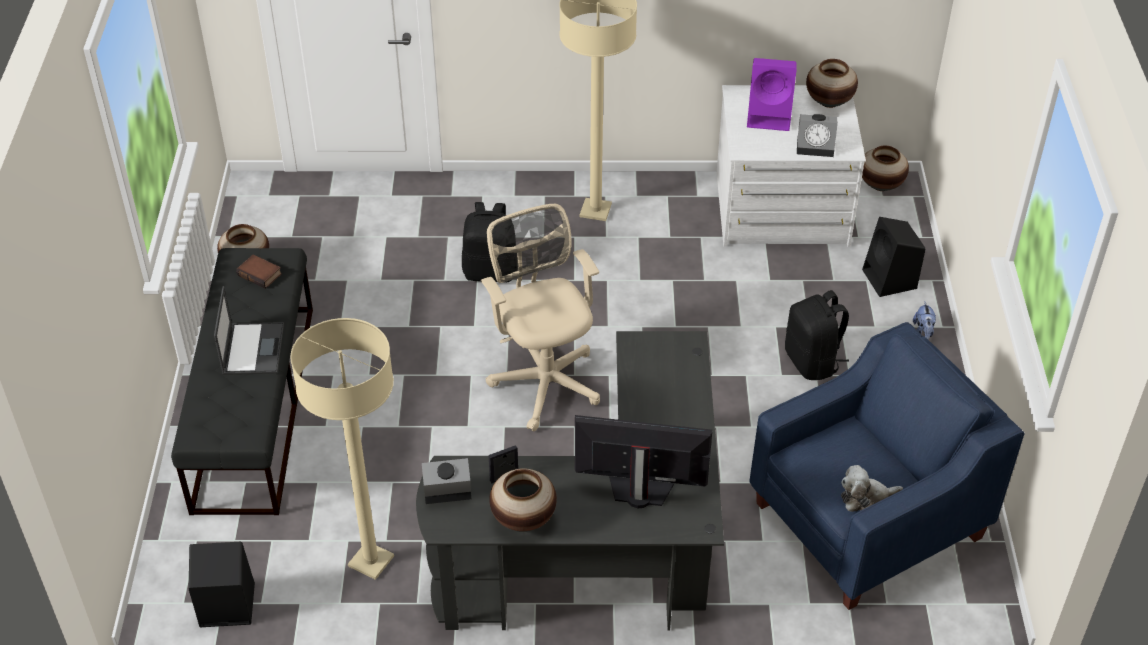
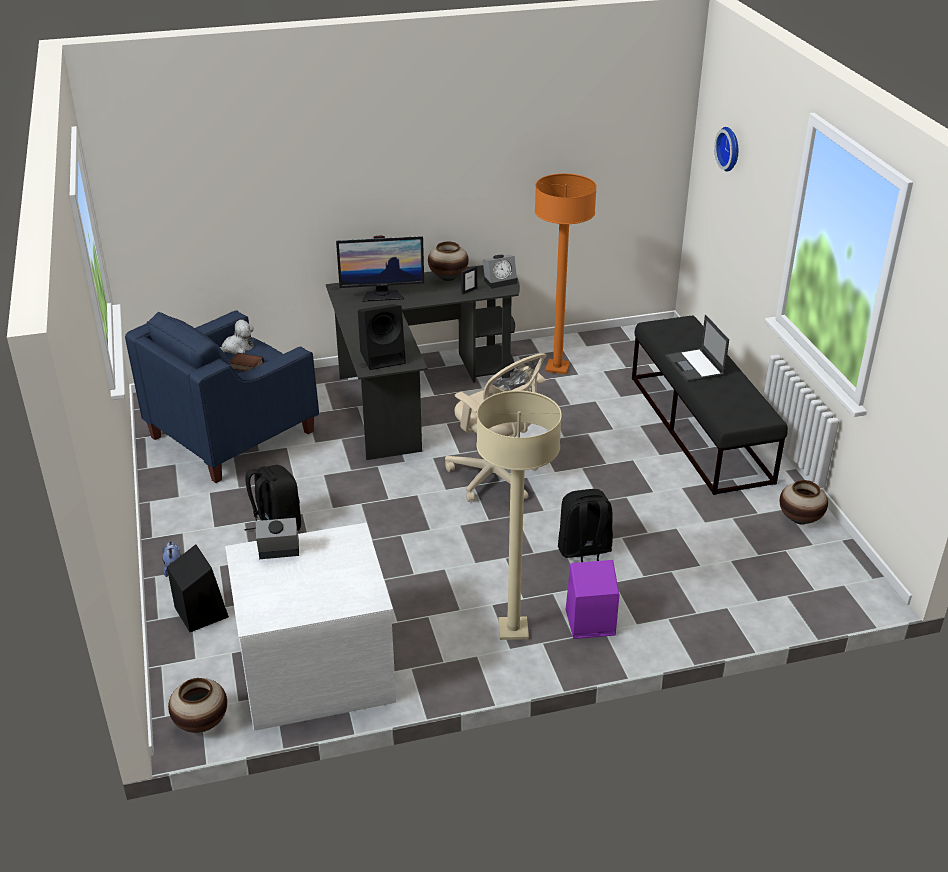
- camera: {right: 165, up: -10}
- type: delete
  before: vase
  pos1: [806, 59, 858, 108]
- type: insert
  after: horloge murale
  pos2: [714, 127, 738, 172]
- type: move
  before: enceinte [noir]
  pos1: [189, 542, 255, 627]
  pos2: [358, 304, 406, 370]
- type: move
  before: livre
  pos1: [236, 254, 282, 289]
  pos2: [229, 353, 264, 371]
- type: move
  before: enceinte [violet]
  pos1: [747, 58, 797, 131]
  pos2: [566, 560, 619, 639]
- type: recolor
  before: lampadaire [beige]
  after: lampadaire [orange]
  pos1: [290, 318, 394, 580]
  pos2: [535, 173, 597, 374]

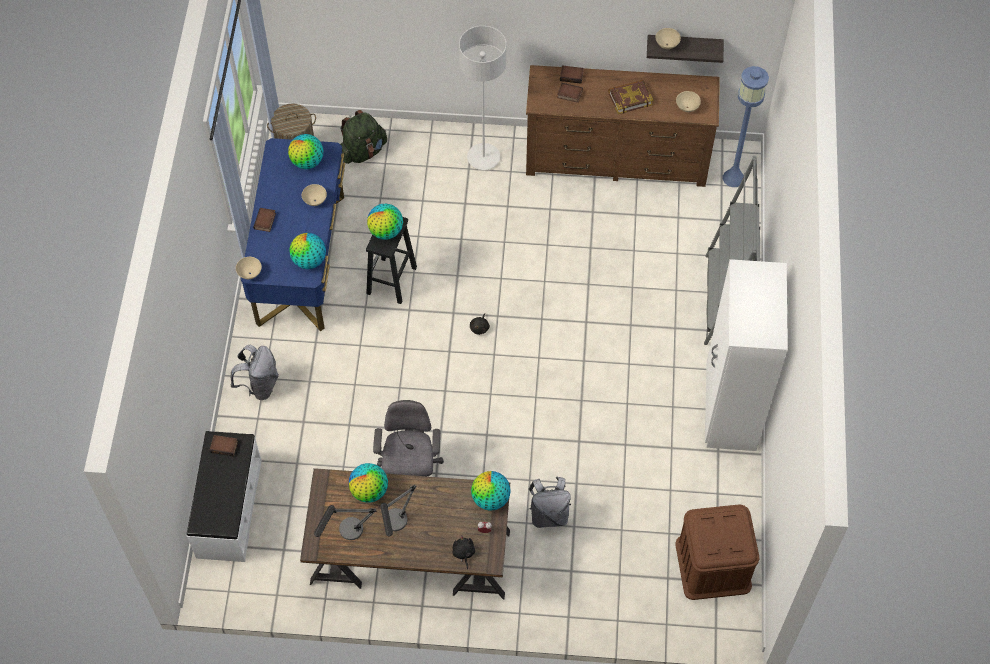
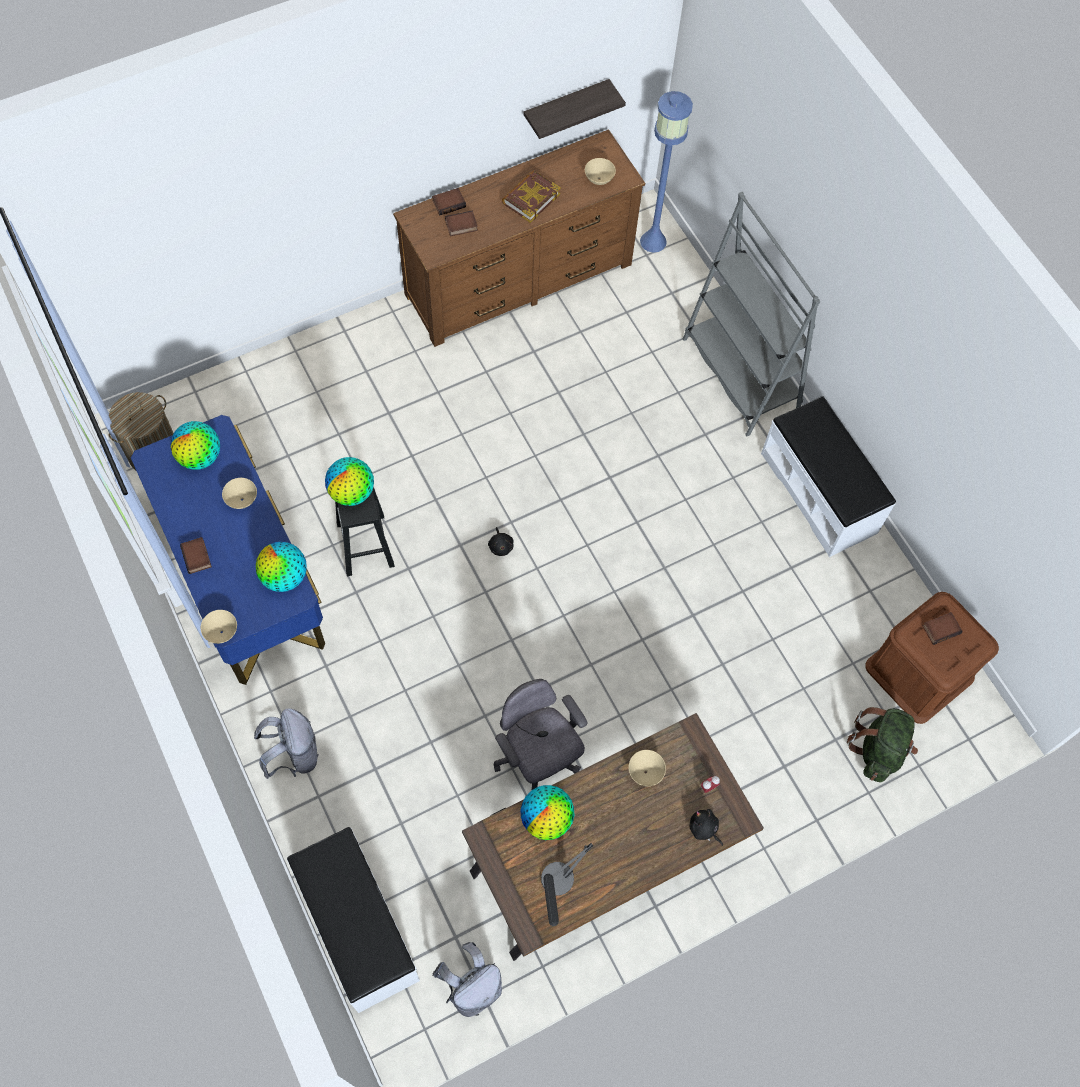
- camera: {right: -35, up: 5}
- type: delete
  before: lampe de table
  pos1: [380, 485, 417, 537]
- type: delete
  before: lampadaire [gris]
  pos1: [459, 26, 506, 170]
- type: delete
  before: globe
  pos1: [471, 471, 511, 511]
- type: move
  before: livre
  pos1: [210, 435, 238, 456]
  pos2: [922, 612, 962, 645]
- type: move
  before: sac à dos [vert]
  pos1: [340, 110, 387, 164]
  pos2: [847, 707, 918, 782]
- type: move
  before: sac à dos [gris]
  pos1: [528, 477, 571, 528]
  pos2: [433, 942, 502, 1017]
- type: move
  before: bol [beige]
  pos1: [656, 28, 681, 49]
  pos2: [628, 750, 666, 786]
- type: replace
  before: armoire [blanc]
  after: banc [blanc]
  pos1: [705, 259, 788, 451]
  pos2: [761, 396, 896, 557]

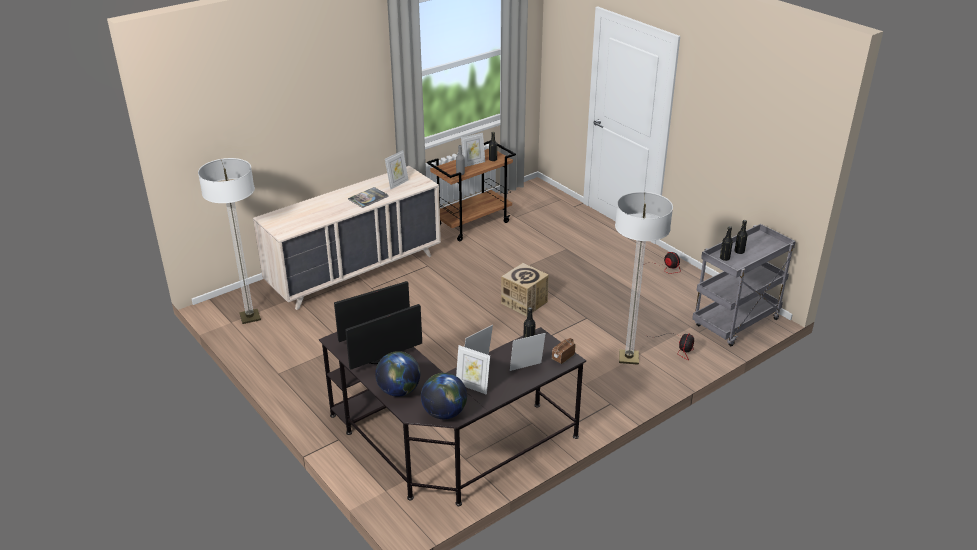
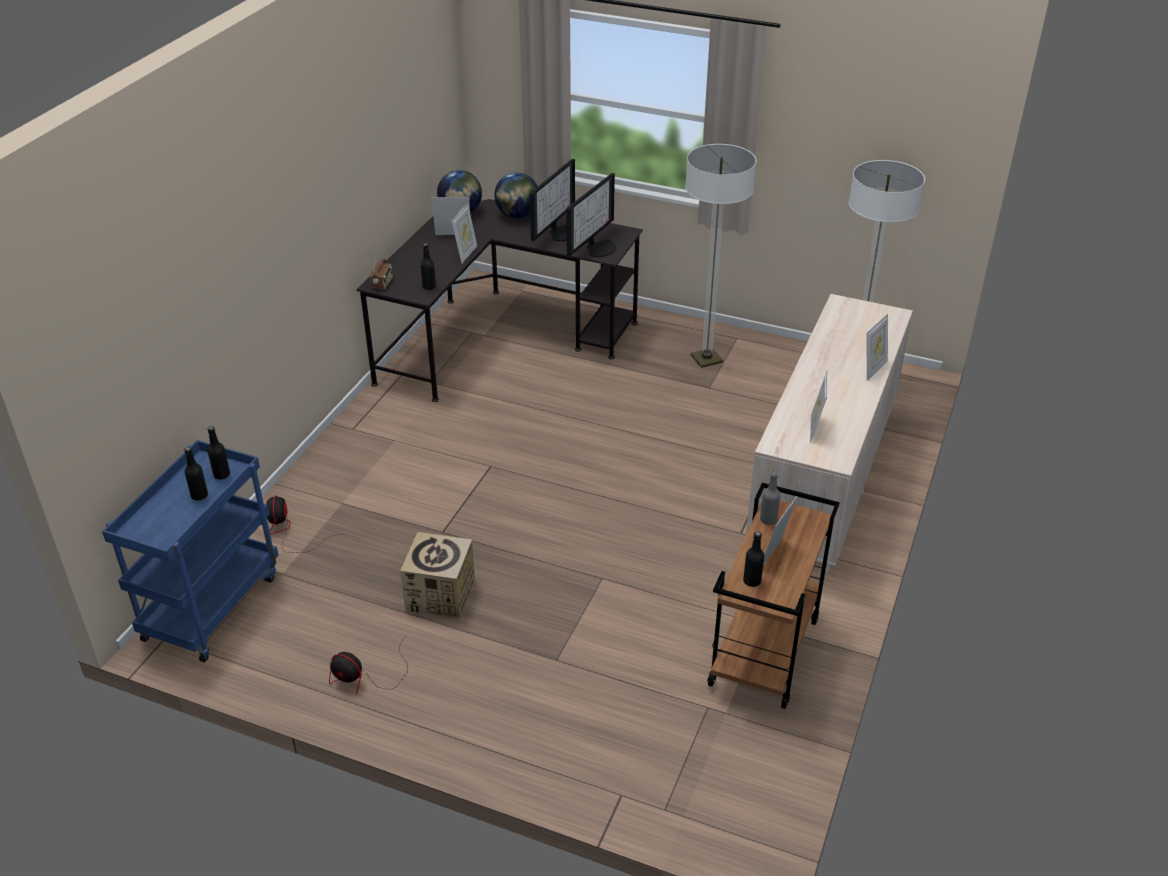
- camera: {right: 150, up: 5}
- type: delete
  before: livre
  pos1: [348, 187, 389, 208]
- type: move
  before: carton
  pos1: [501, 263, 549, 317]
  pos2: [400, 532, 475, 619]
- type: move
  before: cadre photo
  pos1: [510, 333, 546, 371]
  pos2: [866, 313, 888, 381]
- type: move
  before: lampadaire
  pos1: [615, 192, 673, 365]
  pos2: [685, 144, 757, 368]
- type: recolor
  before: chariot [gris]
  after: chariot [bleu]
  pos1: [692, 224, 796, 347]
  pos2: [102, 440, 278, 662]

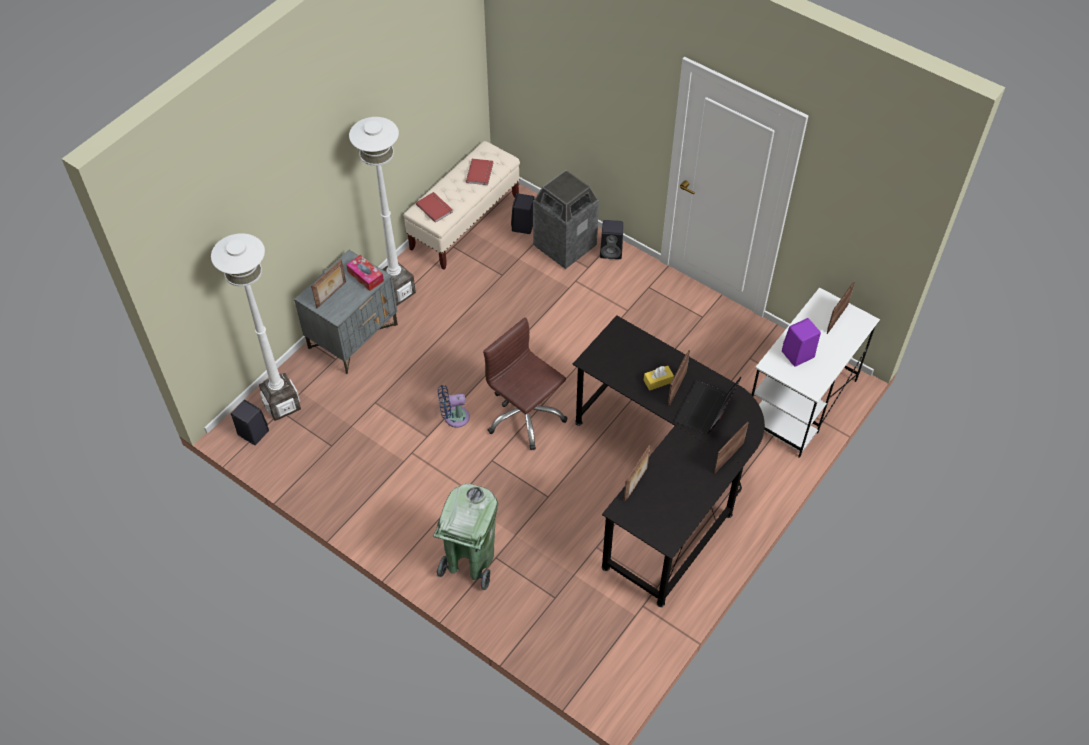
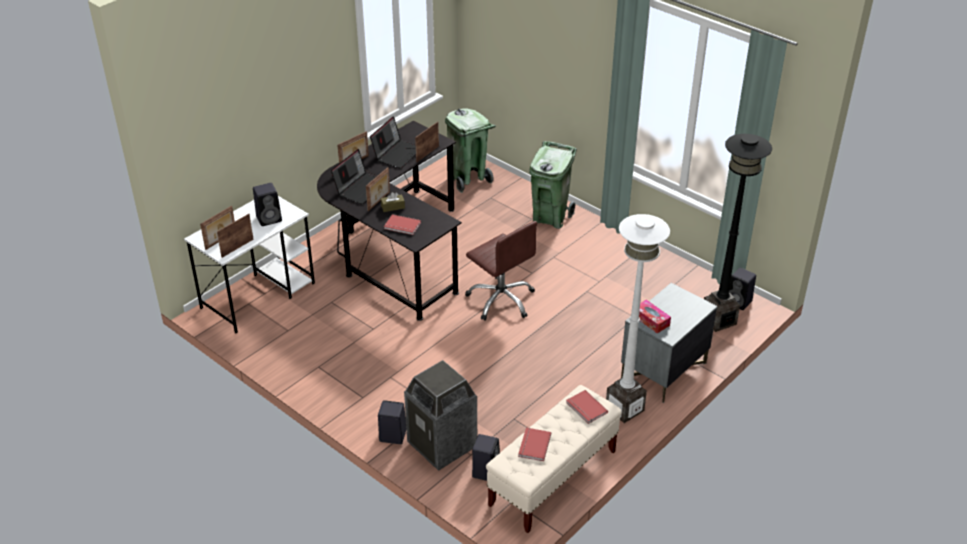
- camera: {right: -175, up: -15}
- type: delete
  before: ventilateur [bleu]
  pos1: [438, 385, 470, 428]
- type: insert
  after: ordinateur portable
  pos2: [370, 116, 416, 169]
- type: insert
  after: livre [rouge]
  pos2: [384, 214, 421, 235]
- type: insert
  after: poubelle [vert]
  pos2: [445, 108, 496, 193]
- type: move
  before: cadre photo
  pos1: [311, 259, 346, 308]
  pos2: [217, 214, 254, 258]
- type: recolor
  before: lampadaire [blanc]
  after: lampadaire [noir]
  pos1: [211, 233, 301, 421]
  pos2: [704, 134, 772, 332]
- type: recolor
  before: boîte à mouchoirs [jaune]
  after: boîte à mouchoirs [marron]
  pos1: [644, 366, 674, 391]
  pos2: [381, 192, 405, 212]
- type: recolor
  before: enceinte [violet]
  after: enceinte [noir]
  pos1: [782, 318, 821, 367]
  pos2: [253, 183, 282, 226]

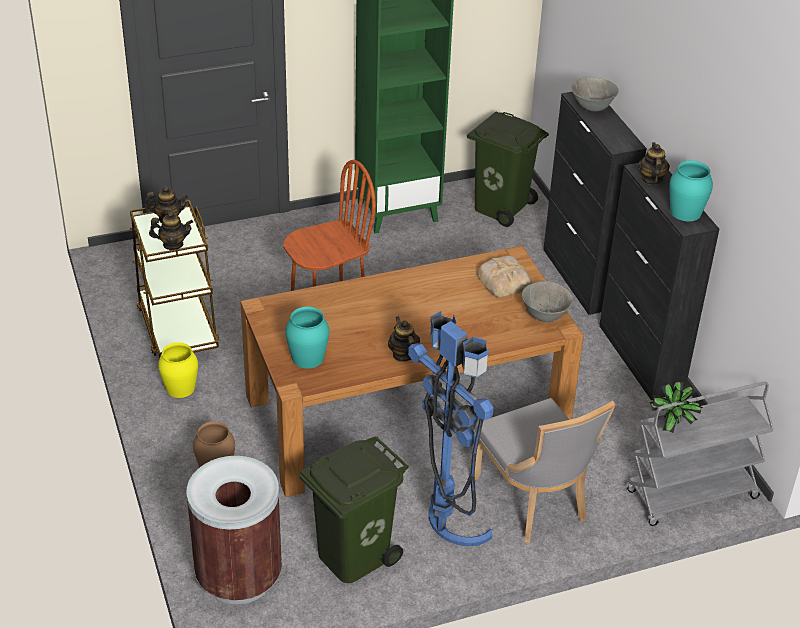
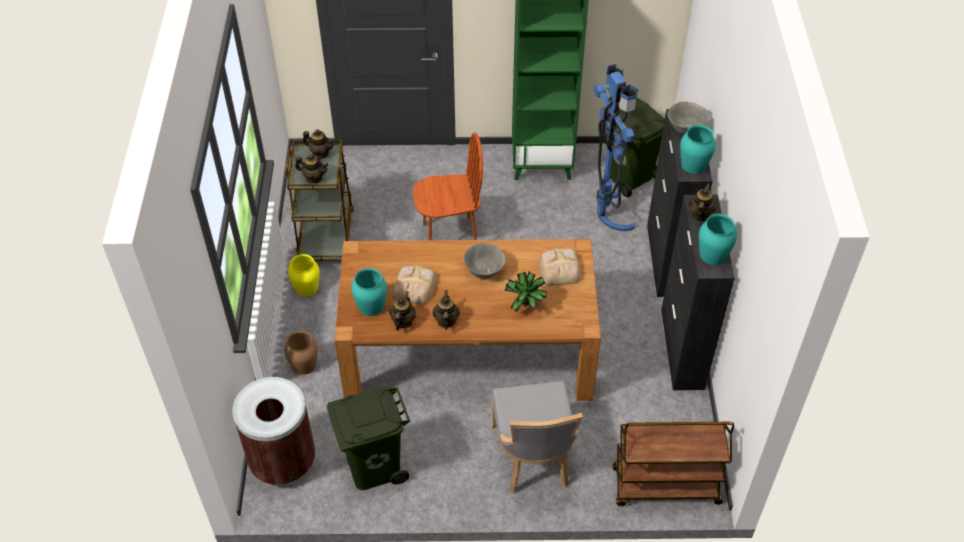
- camera: {right: 20, up: 10}
- type: insert
  after: théière
  pos2: [389, 291, 416, 330]
- type: insert
  after: pain
  pos2: [392, 266, 437, 304]
- type: insert
  after: vase [turquoise]
  pos2: [680, 125, 716, 174]
- type: move
  before: lampadaire [bleu]
  pos1: [408, 311, 494, 546]
  pos2: [594, 64, 638, 231]
- type: move
  before: bol [gris]
  pos1: [522, 281, 573, 322]
  pos2: [463, 243, 505, 279]
- type: move
  before: plante en pot
  pos1: [649, 381, 703, 433]
  pos2: [505, 272, 547, 312]
- type: recolor
  before: chariot [gris]
  after: chariot [marron]
  pos1: [626, 381, 774, 526]
  pos2: [613, 422, 734, 506]

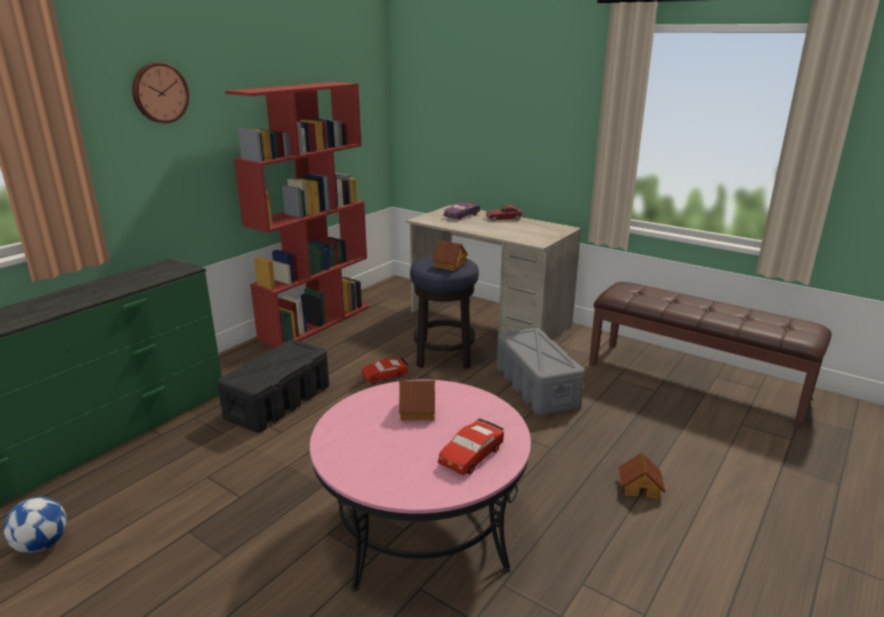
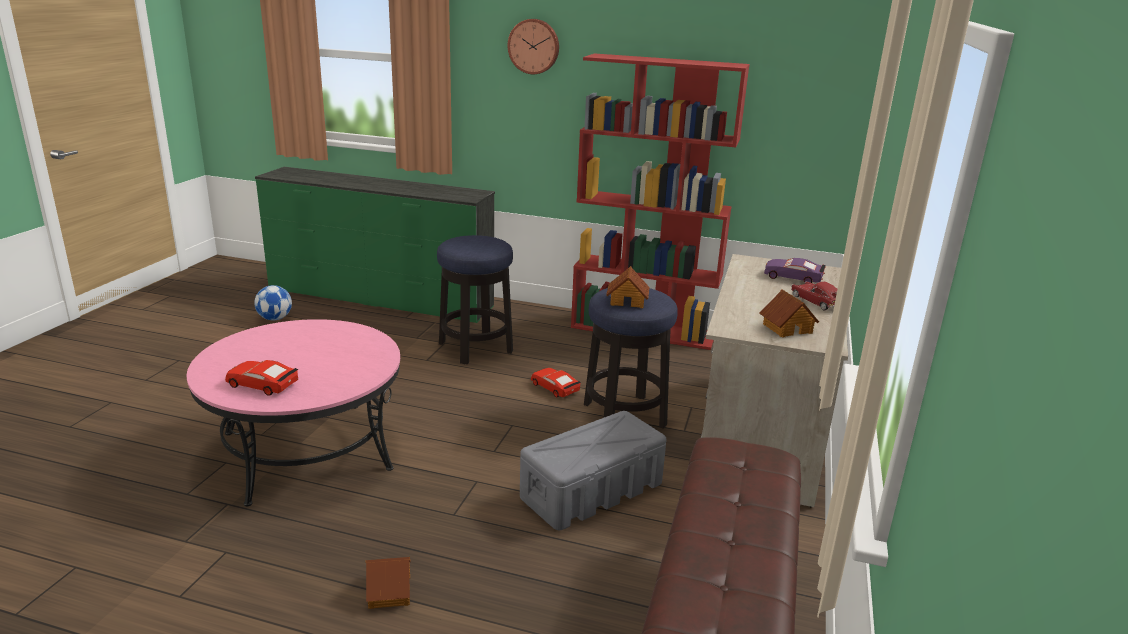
- camera: {right: 70, up: 0}
- type: move
  before: maison miniature
  pos1: [399, 380, 435, 421]
  pos2: [760, 290, 819, 338]
- type: replace
  before: boîte de rangement [noir]
  after: tabouret
  pos1: [217, 340, 329, 433]
  pos2: [437, 235, 513, 364]

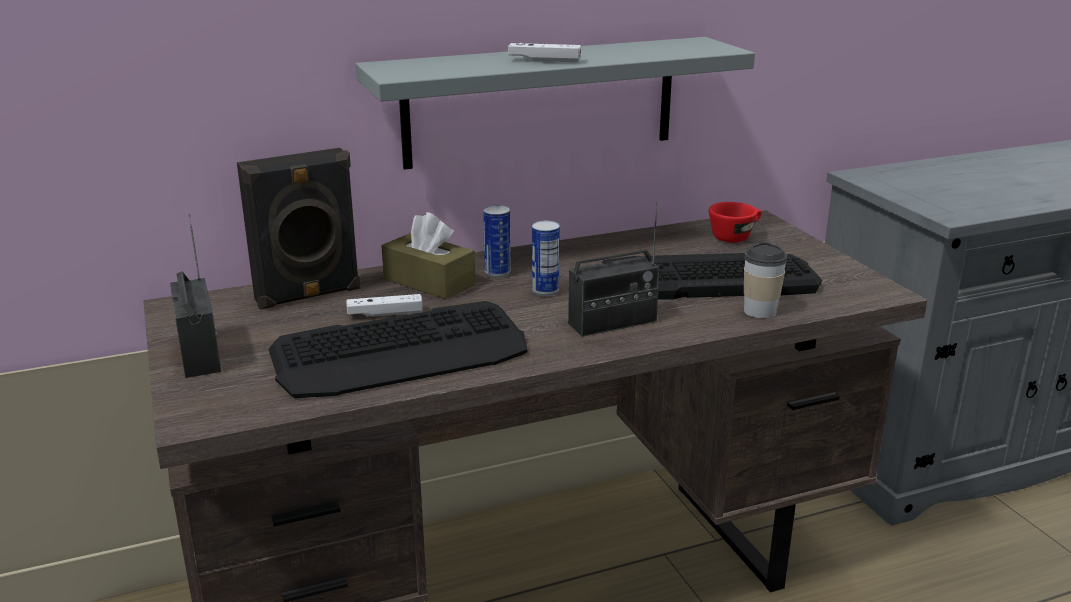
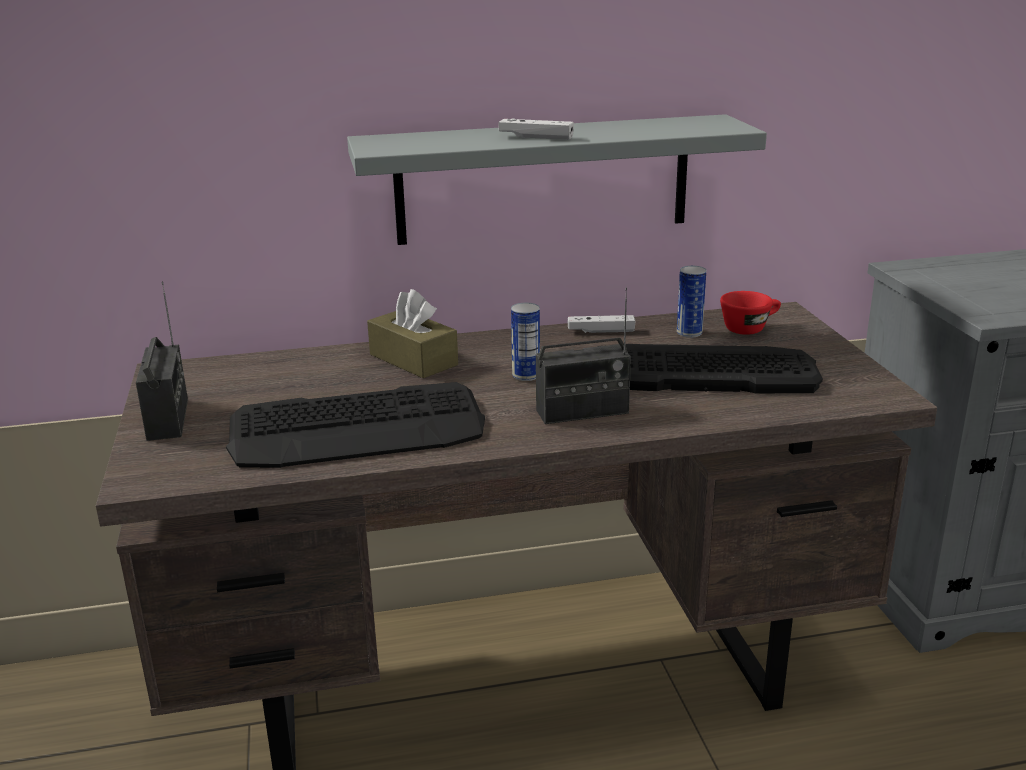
- camera: {right: 10, up: 0}
- type: delete
  before: enceinte [noir]
  pos1: [237, 148, 361, 310]
- type: delete
  before: tasse
  pos1: [744, 242, 787, 318]
- type: move
  before: manette [blanc]
  pos1: [346, 294, 422, 317]
  pos2: [568, 315, 635, 333]
- type: move
  before: boîte métallique
  pos1: [483, 205, 511, 278]
  pos2: [677, 266, 706, 338]

